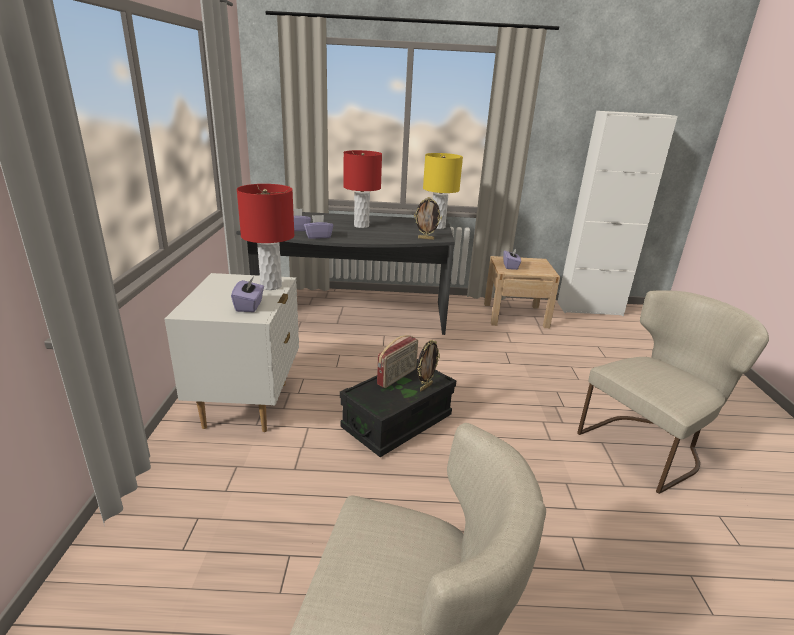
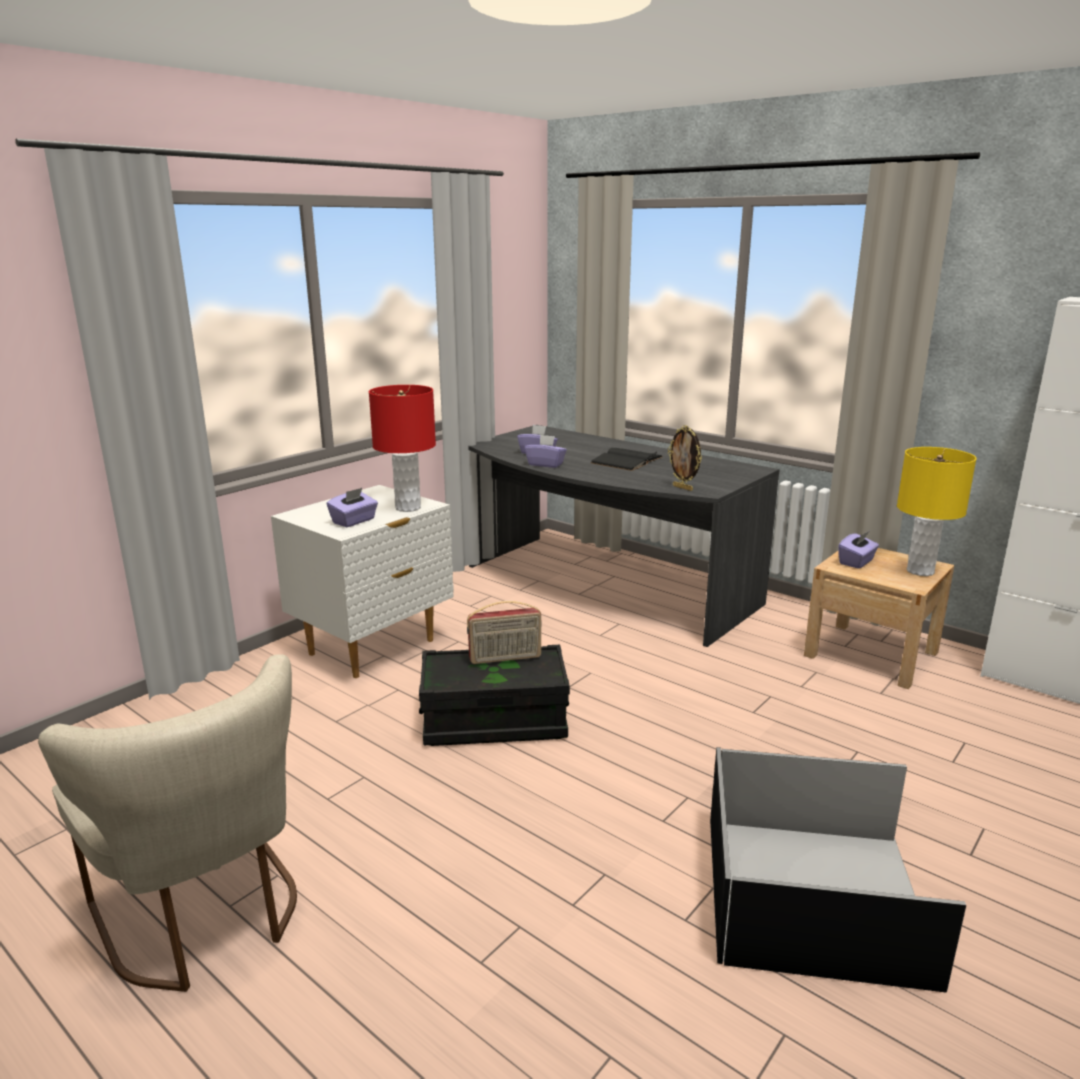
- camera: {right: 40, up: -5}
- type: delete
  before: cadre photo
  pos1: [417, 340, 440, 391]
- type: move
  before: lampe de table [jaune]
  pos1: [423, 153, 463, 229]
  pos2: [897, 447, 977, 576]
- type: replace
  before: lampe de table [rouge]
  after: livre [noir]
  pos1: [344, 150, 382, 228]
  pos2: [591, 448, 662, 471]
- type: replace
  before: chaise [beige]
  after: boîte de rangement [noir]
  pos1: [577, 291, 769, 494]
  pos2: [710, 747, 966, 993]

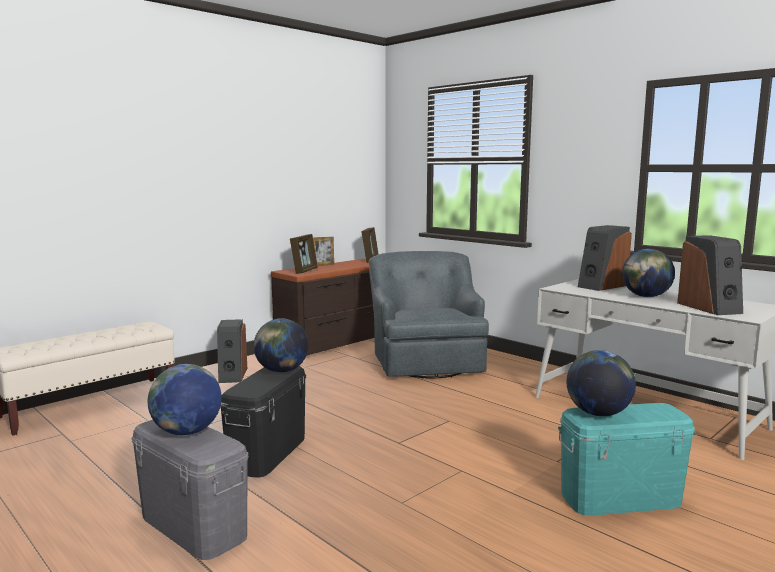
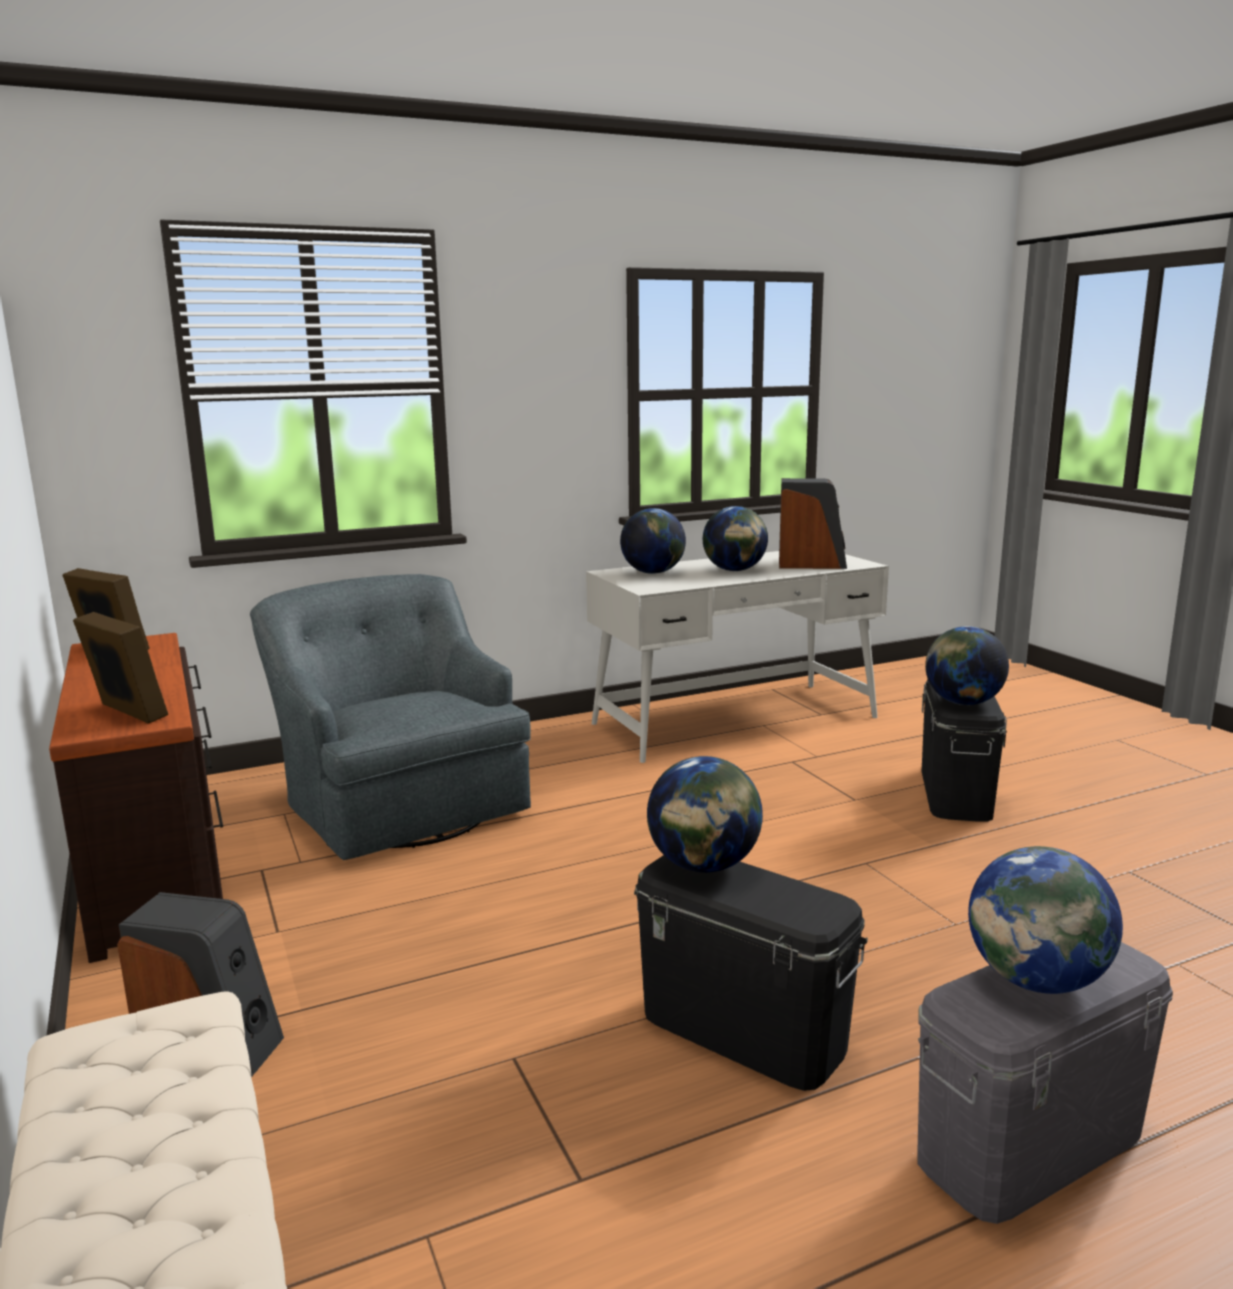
- camera: {right: -70, up: 5}
- type: delete
  before: cadre photo
  pos1: [313, 237, 334, 266]
- type: replace
  before: enceinte
  after: globe
  pos1: [578, 225, 632, 291]
  pos2: [620, 508, 686, 574]
- type: recolor
  before: boîte de rangement [turquoise]
  after: boîte de rangement [noir]
  pos1: [558, 403, 695, 516]
  pos2: [922, 679, 1007, 822]
- type: rotate
  before: fauteuil [gris]
  pos1: [369, 251, 489, 379]
  pos2: [250, 574, 531, 860]
  turn: 45

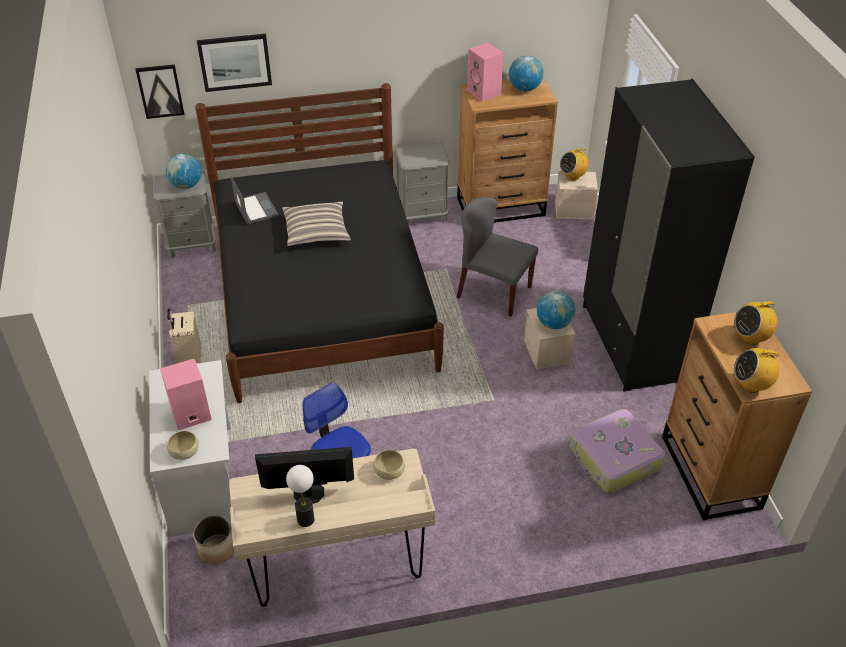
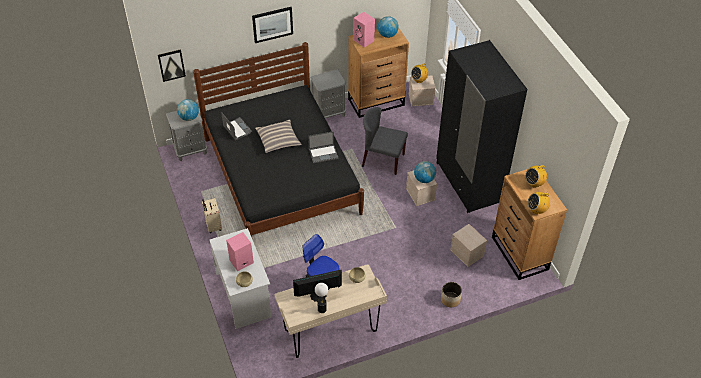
- camera: {right: -10, up: 5}
- type: insert
  after: ordinateur portable
  pos2: [308, 131, 339, 163]
- type: move
  before: cache-pot
  pos1: [193, 515, 234, 564]
  pos2: [441, 282, 462, 307]
- type: move
  before: tableau
  pos1: [197, 34, 272, 92]
  pos2: [252, 7, 293, 43]
- type: replace
  before: valise
  after: boîte de rangement [beige]
  pos1: [570, 409, 665, 493]
  pos2: [450, 224, 487, 267]

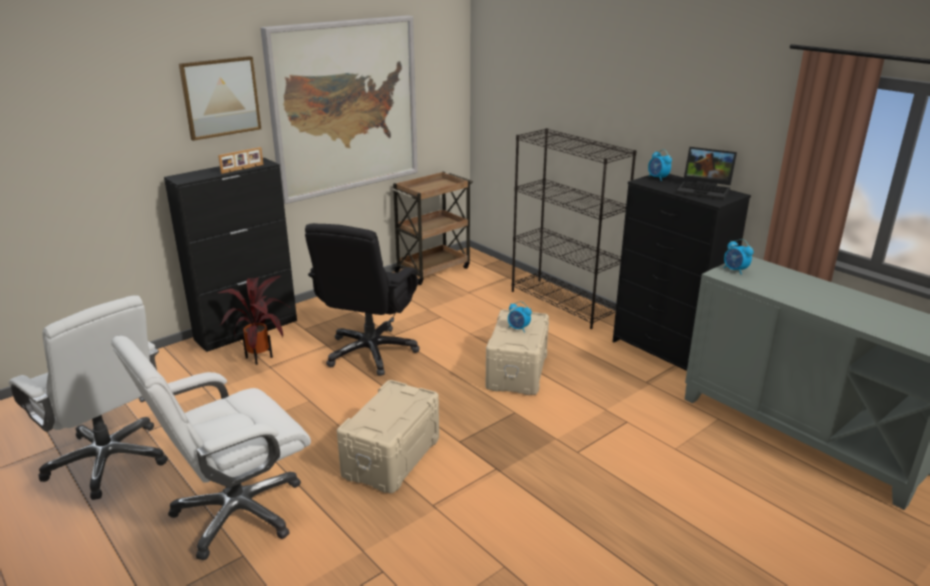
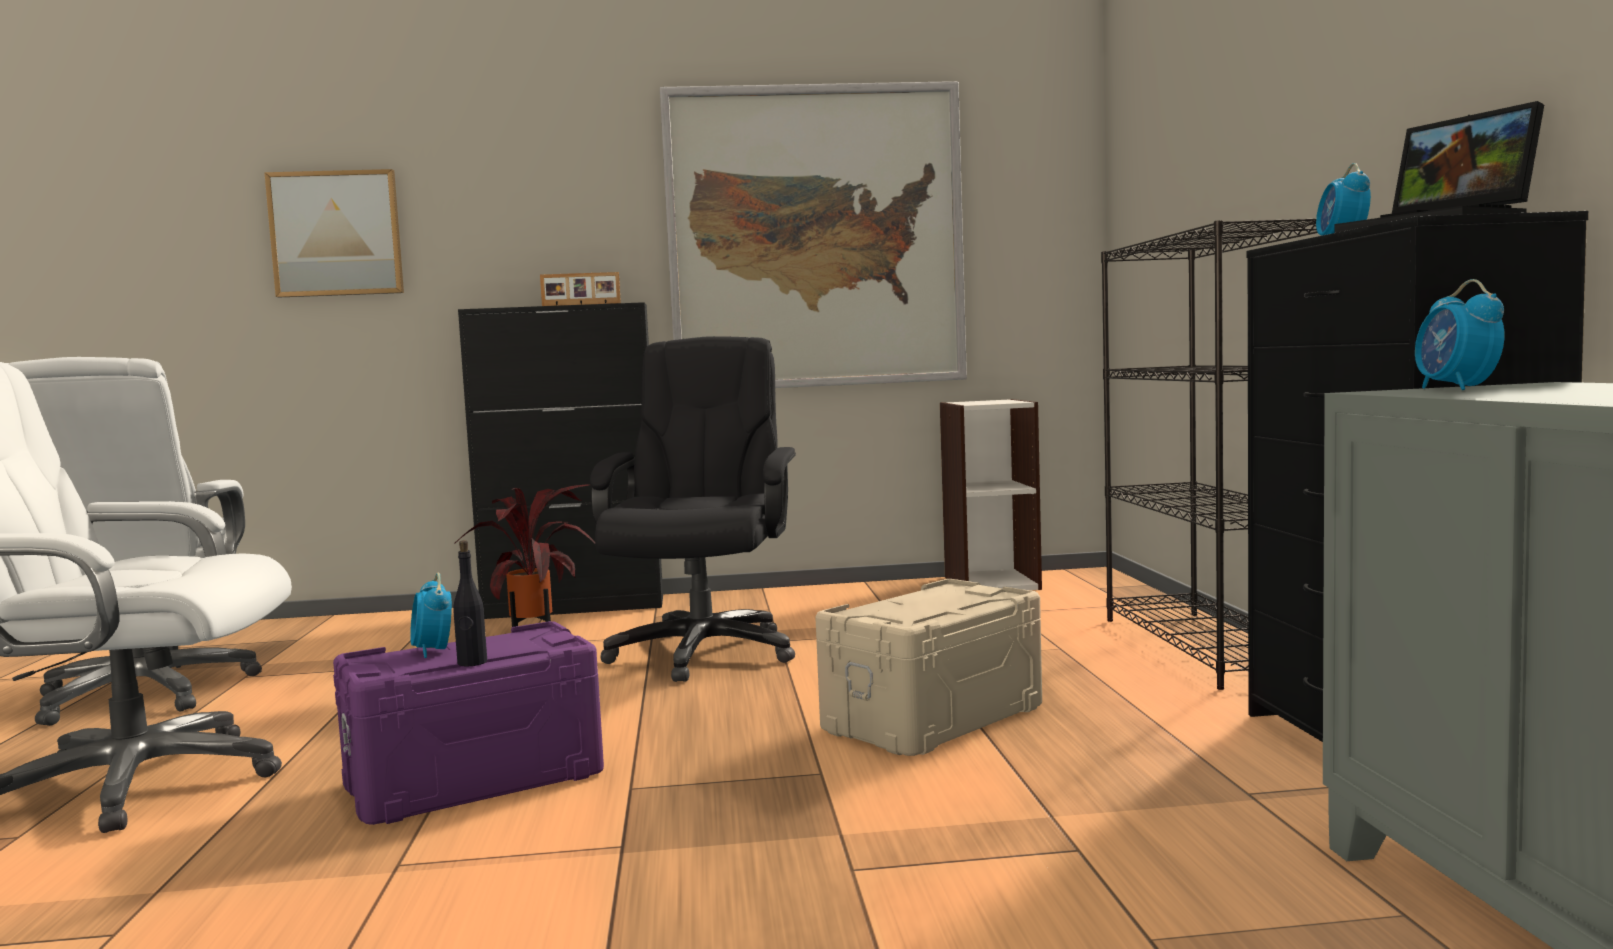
- camera: {right: 35, up: -20}
- type: insert
  after: bouteille [noir]
  pos2: [453, 540, 487, 666]
- type: move
  before: tableau
  pos1: [179, 56, 261, 141]
  pos2: [264, 169, 404, 297]
- type: move
  before: réveil
  pos1: [508, 301, 532, 333]
  pos2: [410, 573, 452, 658]
- type: replace
  before: chariot [marron]
  after: bibliothèque
  pos1: [390, 172, 473, 285]
  pos2: [940, 399, 1042, 590]
- type: recolor
  before: boîte de rangement [beige]
  after: boîte de rangement [violet]
  pos1: [337, 380, 439, 493]
  pos2: [333, 621, 604, 825]
- type: rotate
  before: chaise de bureau [noir]
  pos1: [305, 223, 420, 376]
  pos2: [590, 336, 796, 682]
  turn: 135

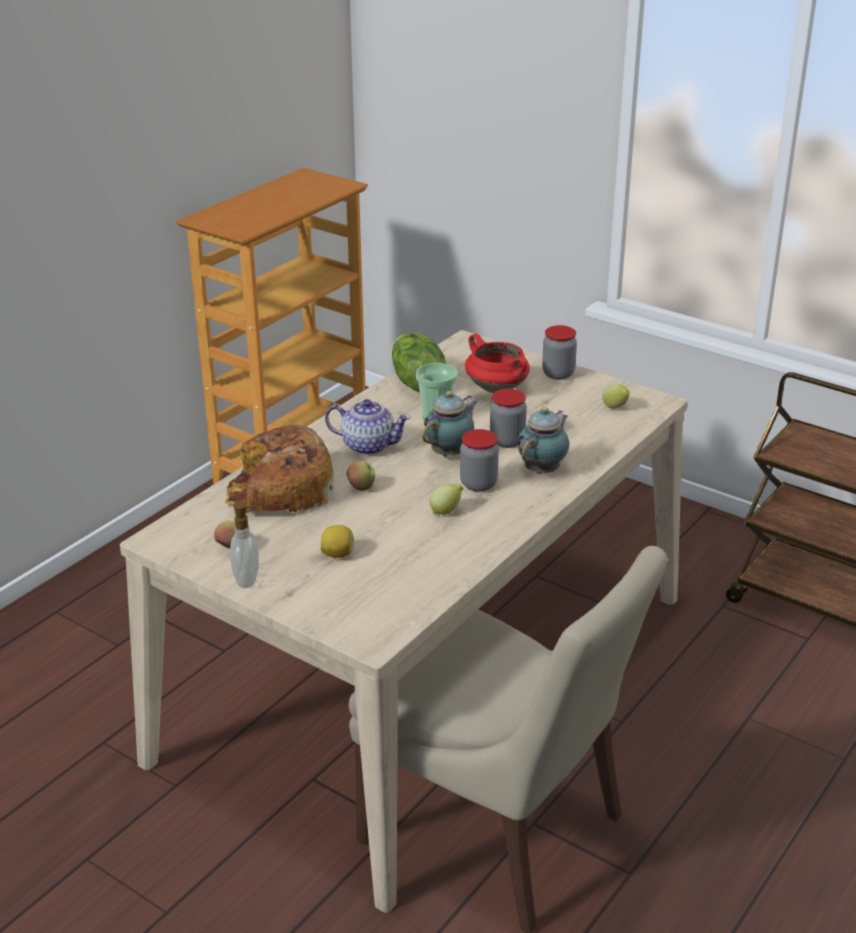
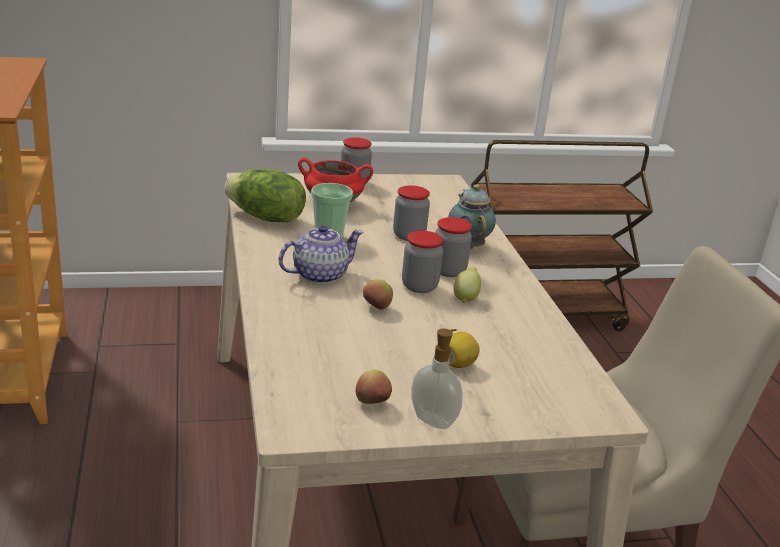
- camera: {right: -50, up: -5}
- type: delete
  before: pain
  pos1: [225, 425, 334, 513]
- type: delete
  before: théière
  pos1: [422, 391, 478, 456]
- type: delete
  before: citron
  pos1: [602, 384, 630, 409]
- type: insert
  after: bocal
  pos2: [402, 231, 443, 293]

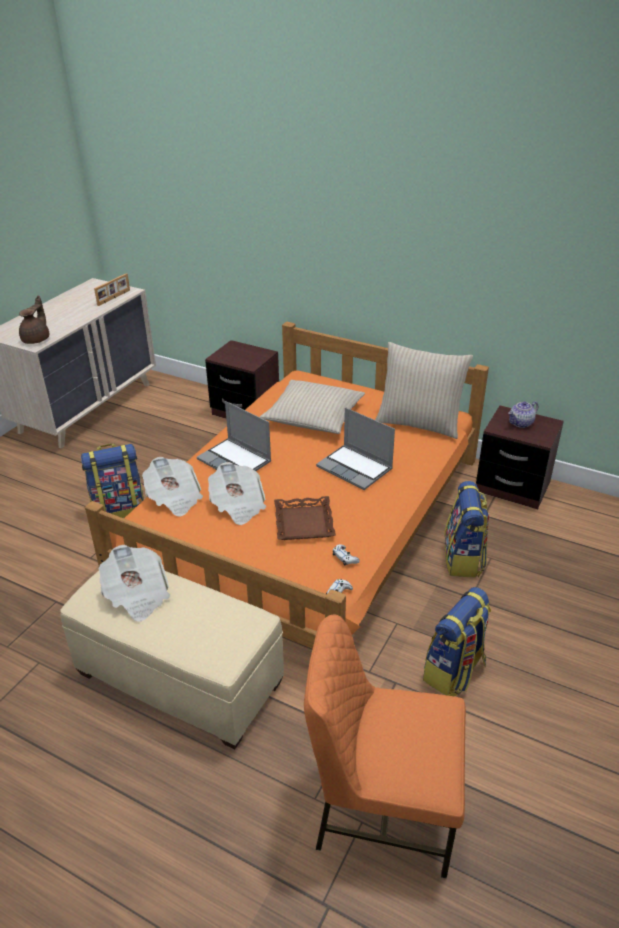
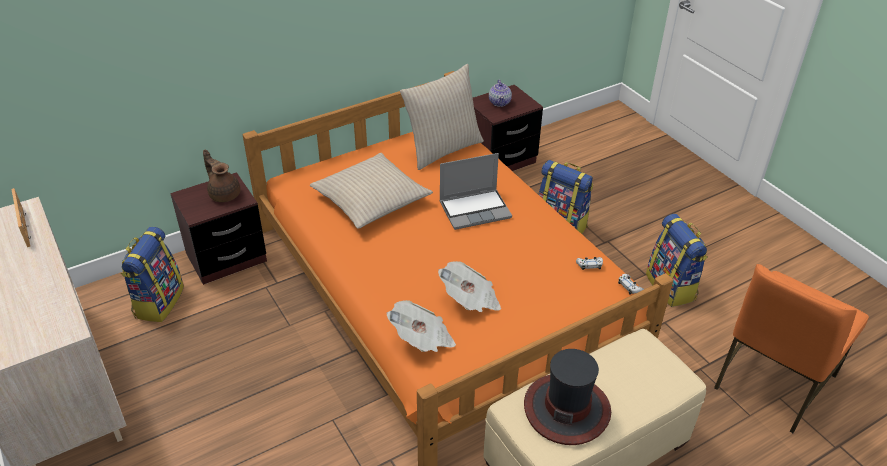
- camera: {right: -60, up: 5}
- type: delete
  before: ordinateur portable
  pos1: [197, 401, 271, 471]
- type: delete
  before: plateau [marron]
  pos1: [274, 496, 336, 540]
- type: move
  before: théière [marron]
  pos1: [19, 296, 49, 344]
  pos2: [203, 149, 241, 202]
- type: move
  before: sac à dos
  pos1: [81, 444, 144, 518]
  pos2: [121, 227, 184, 322]
- type: replace
  before: journal
  after: chapeau
  pos1: [99, 545, 170, 622]
  pos2: [524, 349, 611, 445]

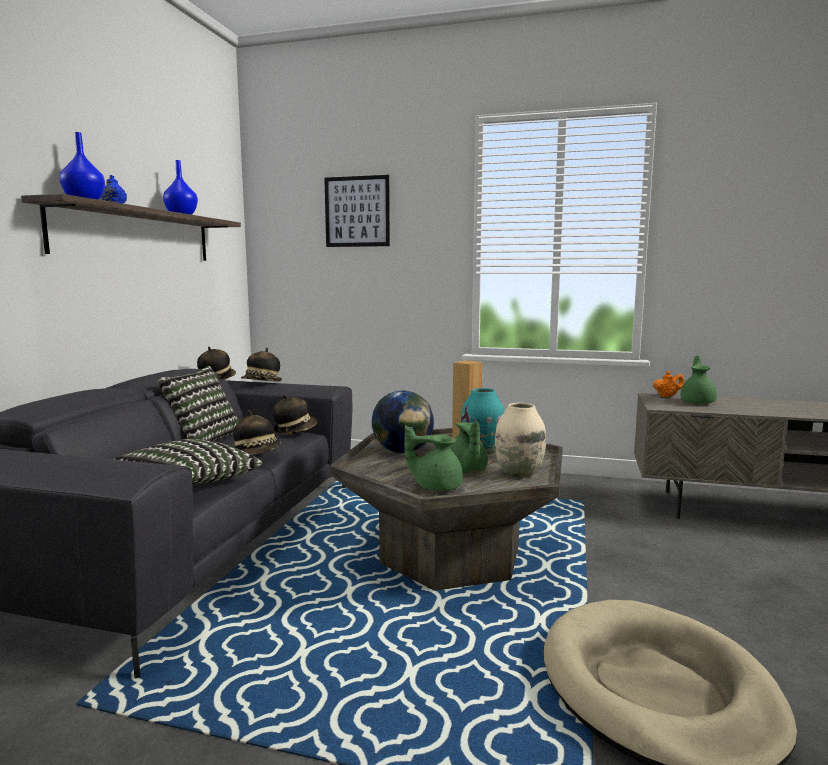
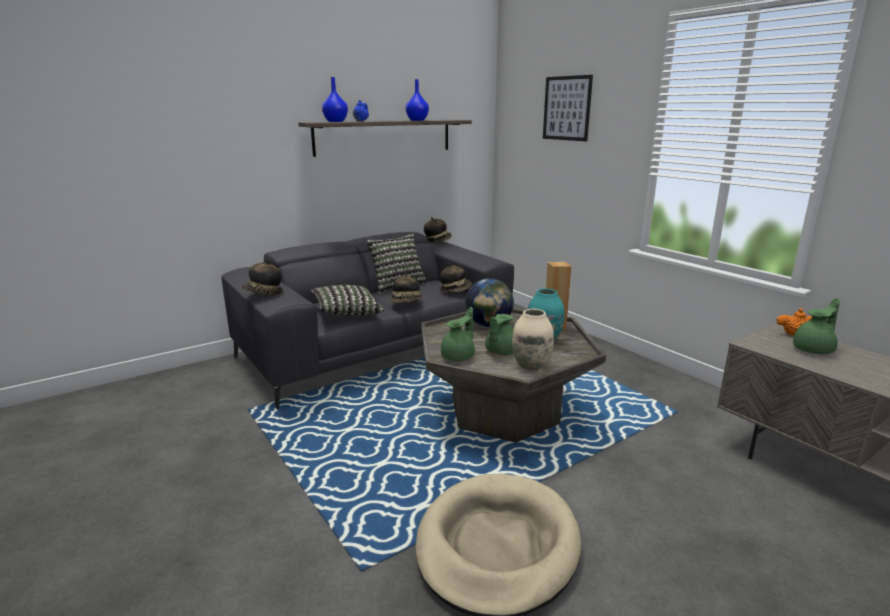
- camera: {right: 40, up: 10}
- type: move
  before: chapeau
  pos1: [241, 348, 282, 382]
  pos2: [242, 260, 283, 295]
- type: rotate
  before: théière [vert]
  pos1: [404, 425, 463, 491]
  pos2: [441, 307, 475, 361]
  turn: 75

